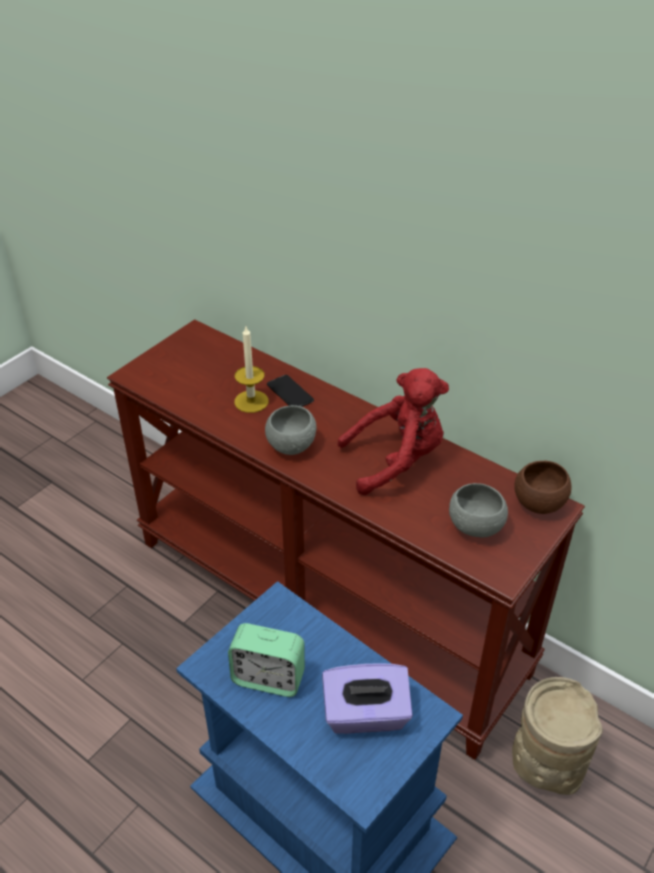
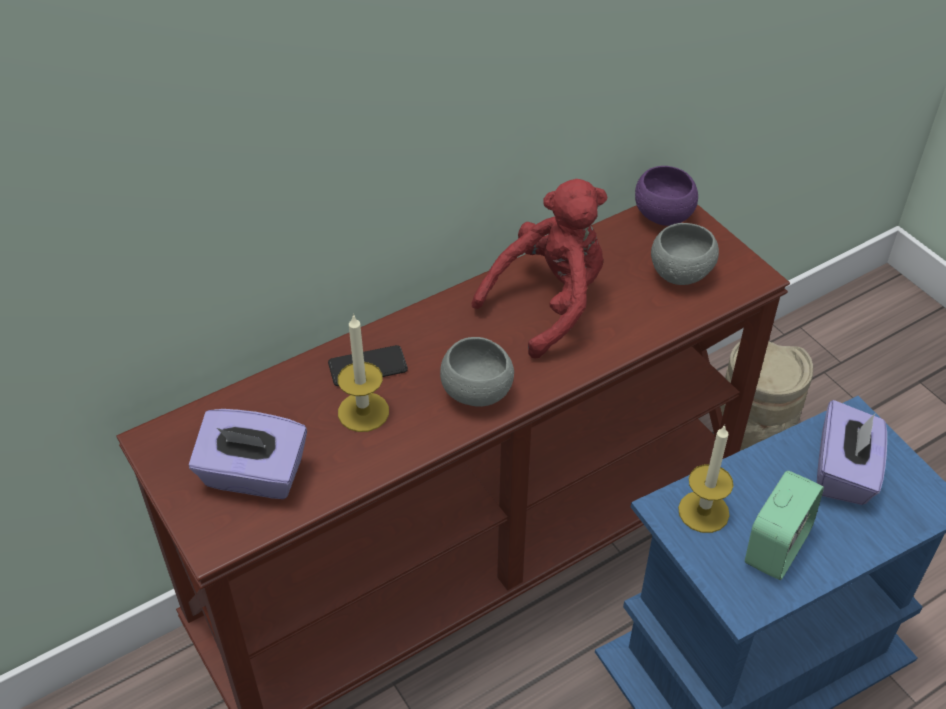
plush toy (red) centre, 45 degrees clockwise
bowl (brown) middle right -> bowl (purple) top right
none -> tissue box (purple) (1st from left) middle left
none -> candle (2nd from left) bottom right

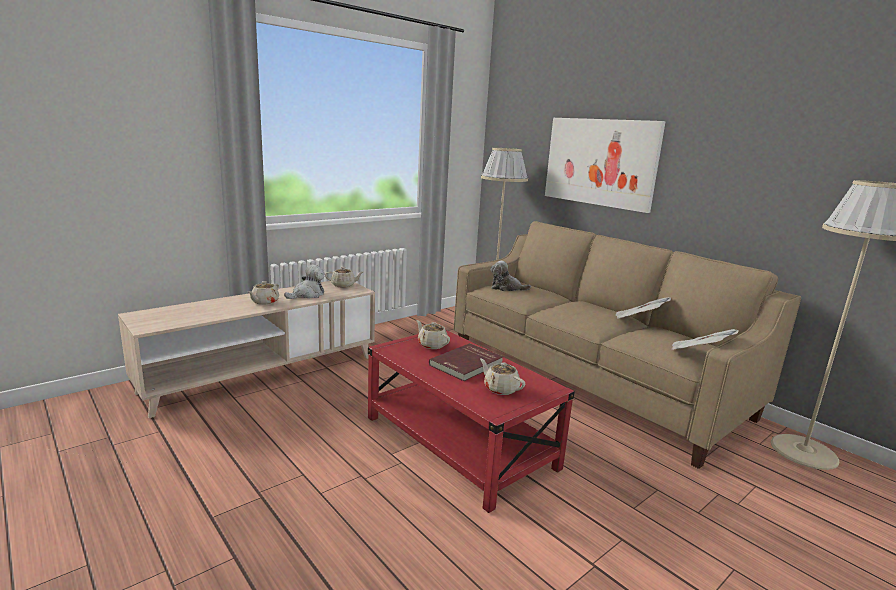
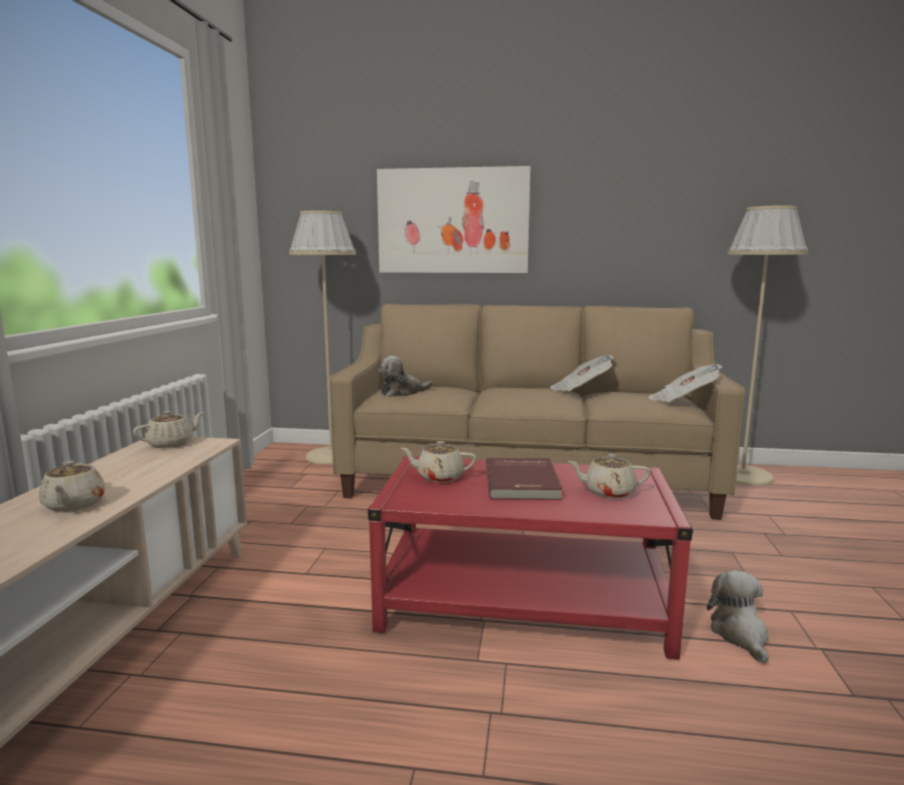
plush toy (1st from left in the first image) centre -> plush toy (2nd from left) bottom right, move

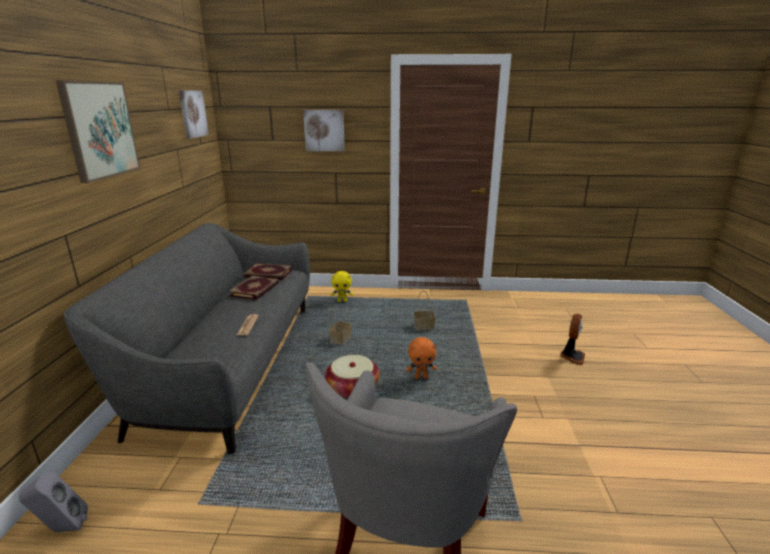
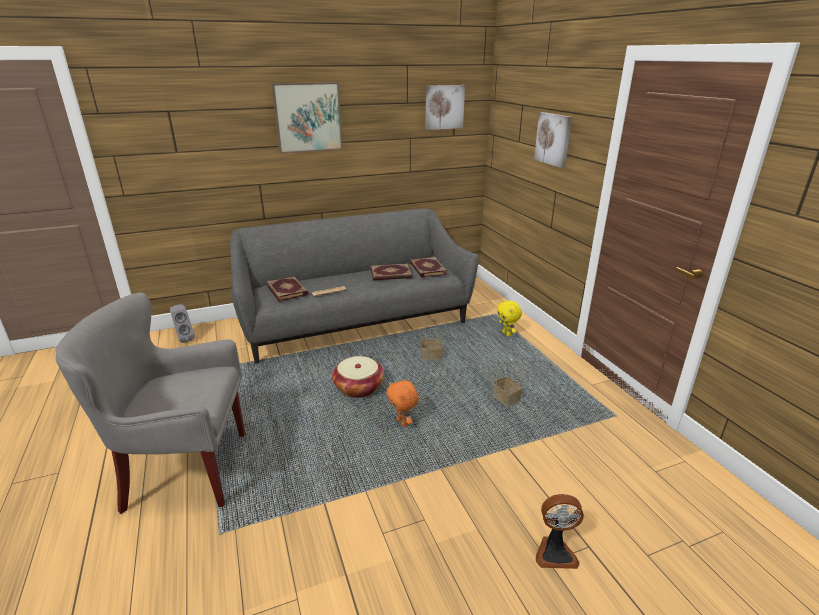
none -> book (1st from left) centre

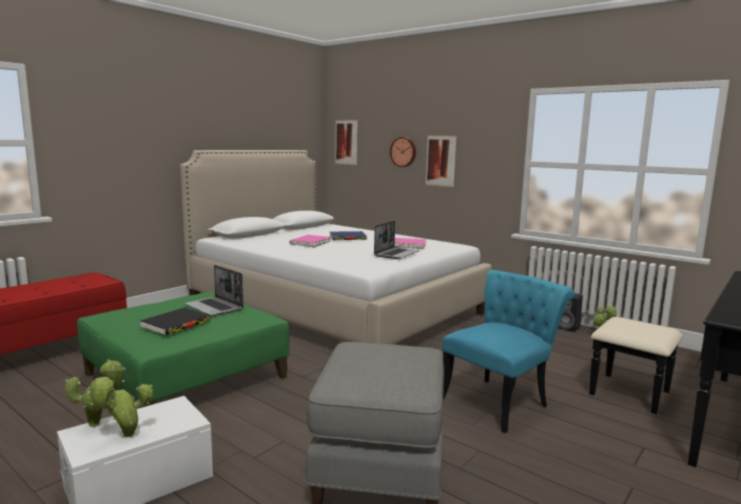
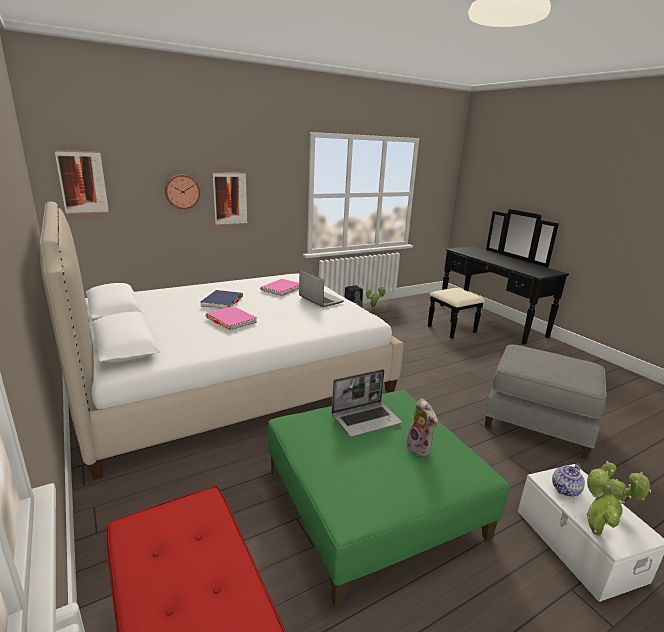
chair (turquoise) bottom right -> none
book (black) middle left -> plush toy bottom centre
none -> teapot bottom right

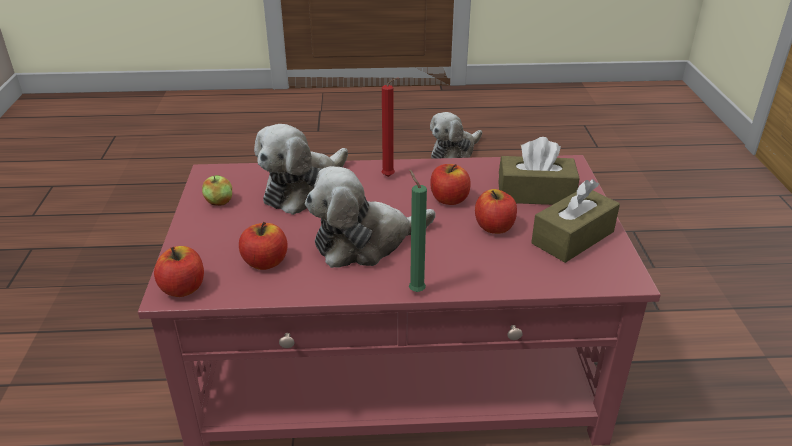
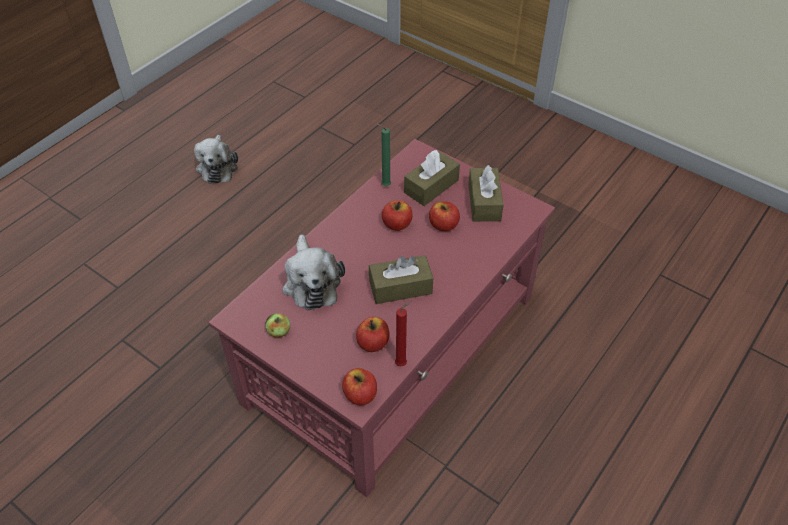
candle (red) top centre -> candle (red) centre, move
plush toy (2nd from left) centre -> tissue box (brown) (1st from left) centre
candle (green) centre -> candle (green) top centre, move

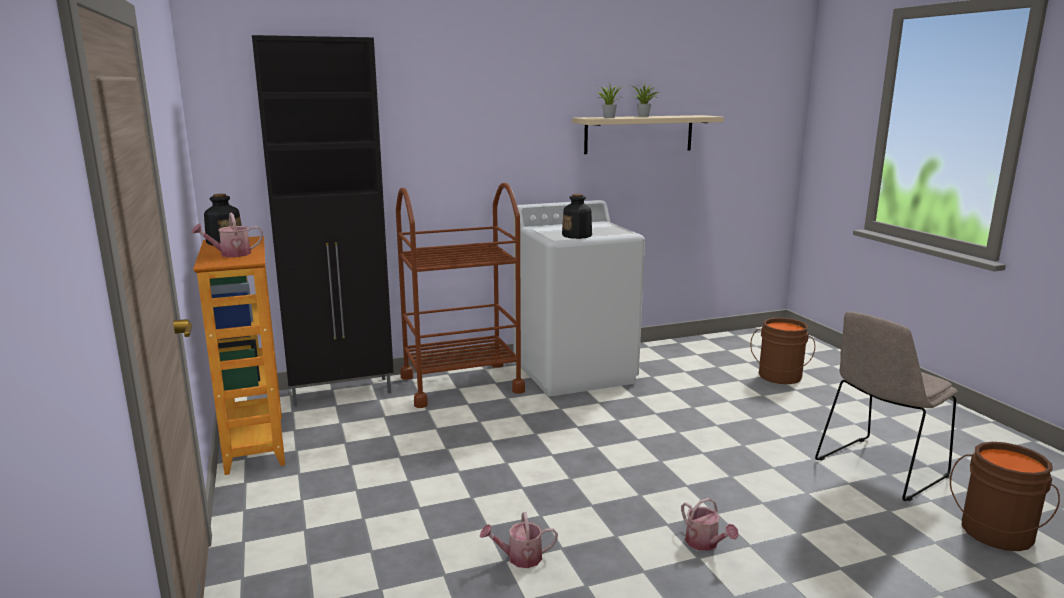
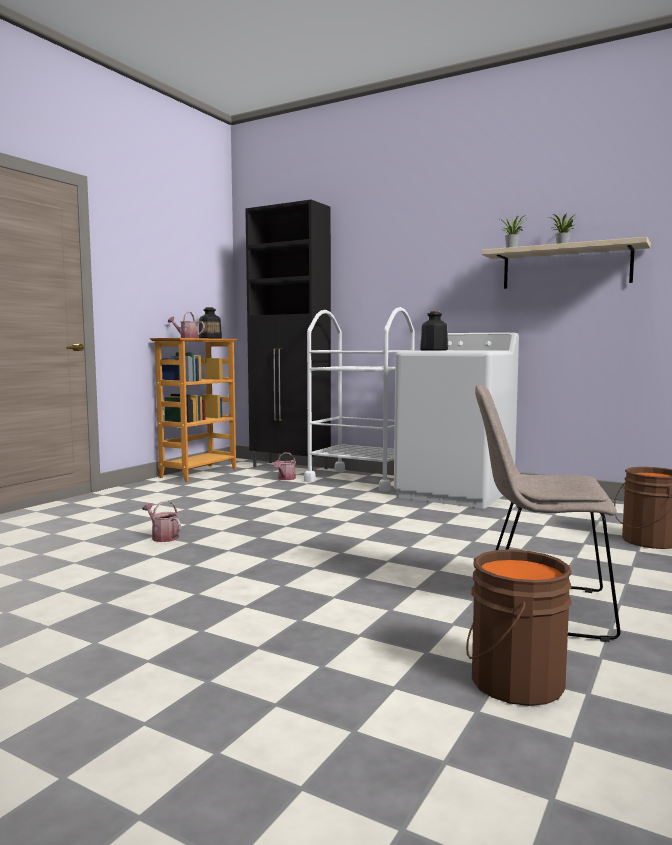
cart (brown) centre -> cart (white) centre
watering can (3rd from left) bottom right -> watering can (3rd from left) centre, move

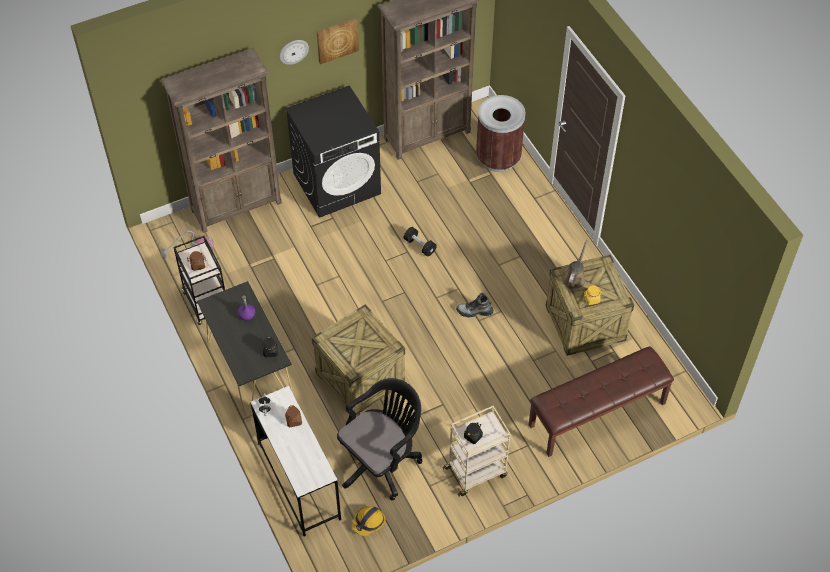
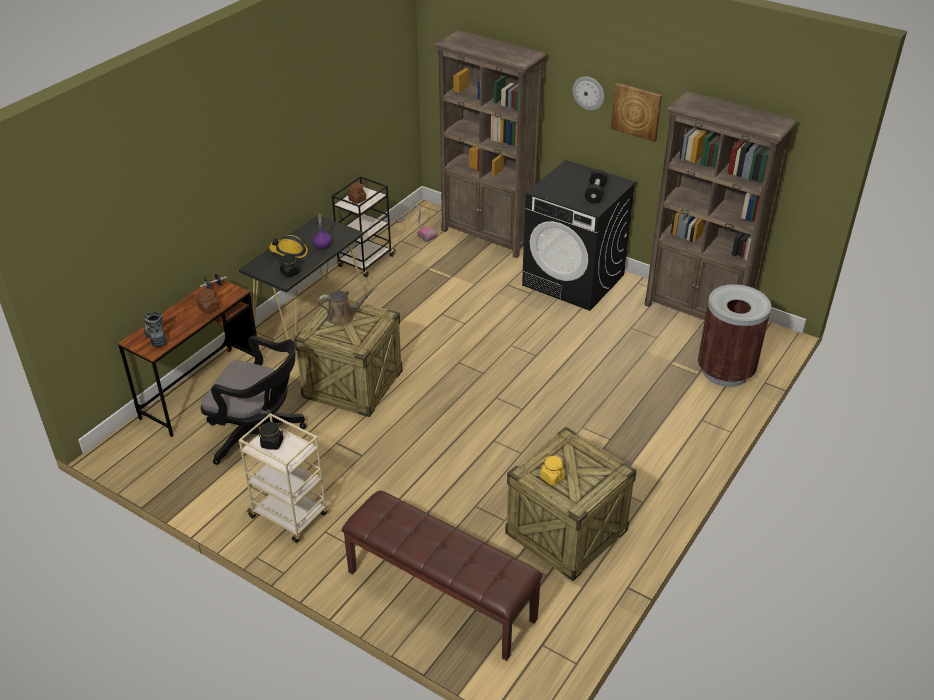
dumbbell (black) (2nd from left) centre -> dumbbell (black) (2nd from left) top centre, move
watering can (brown) middle right -> watering can (brown) centre, move
boot centre -> boot middle left, move
desk (white) bottom centre -> desk (brown) middle left
hard hat bottom centre -> hard hat middle left, move

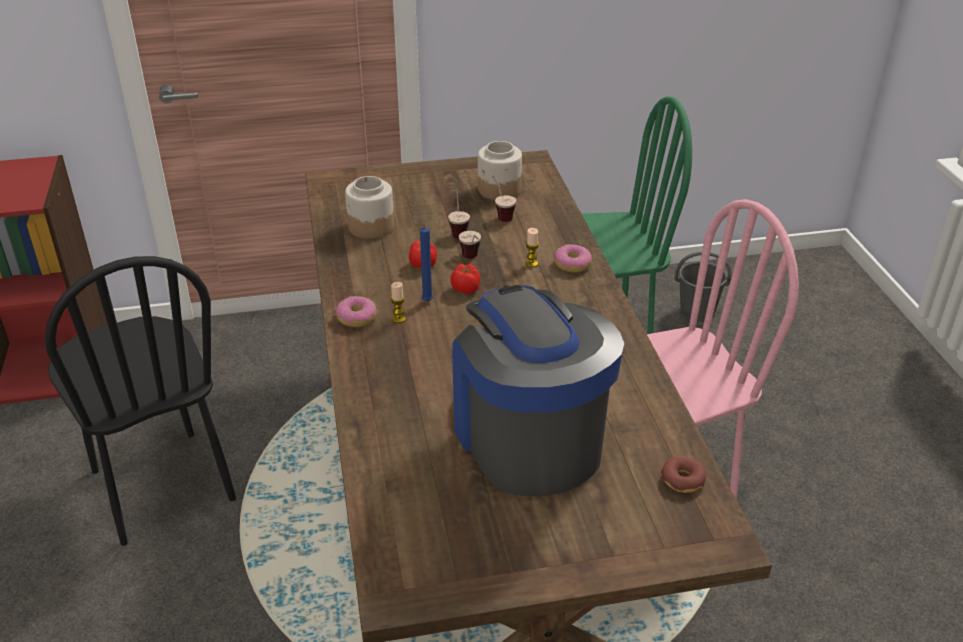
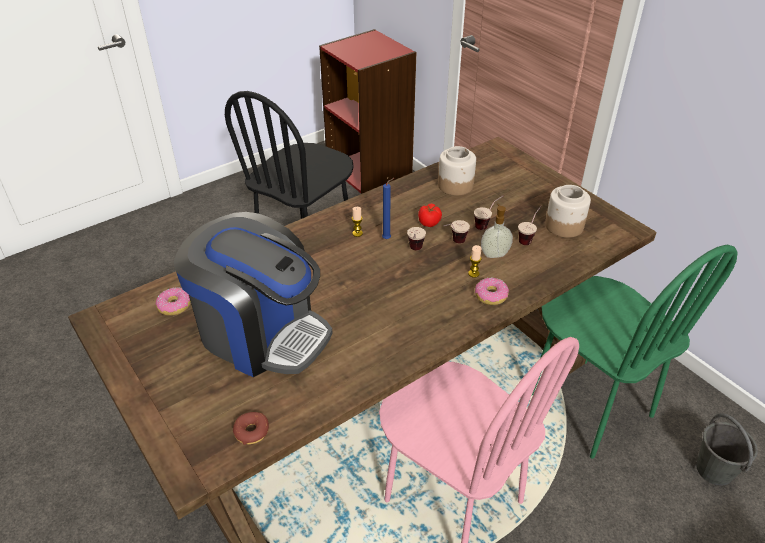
tomato (2nd from left) centre -> cup (1st from left) centre
coffee machine centre -> coffee machine middle left, 75 degrees clockwise
donut (1st from left) centre -> donut (1st from left) middle left, move
none -> soap dispenser centre

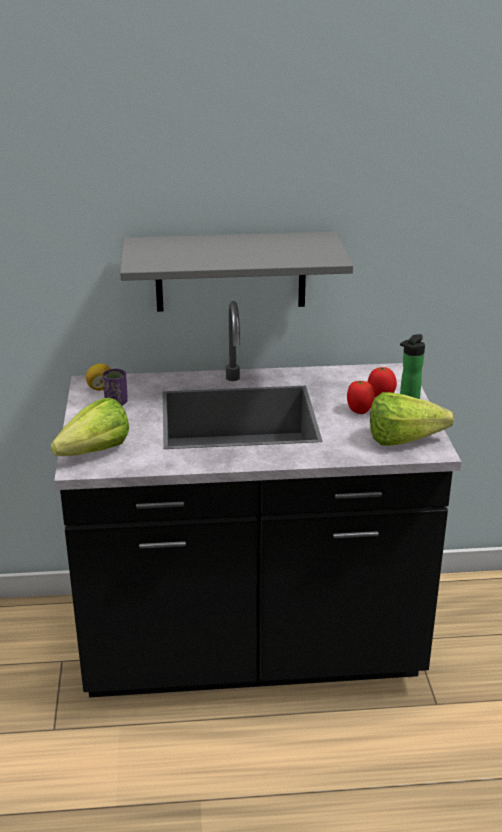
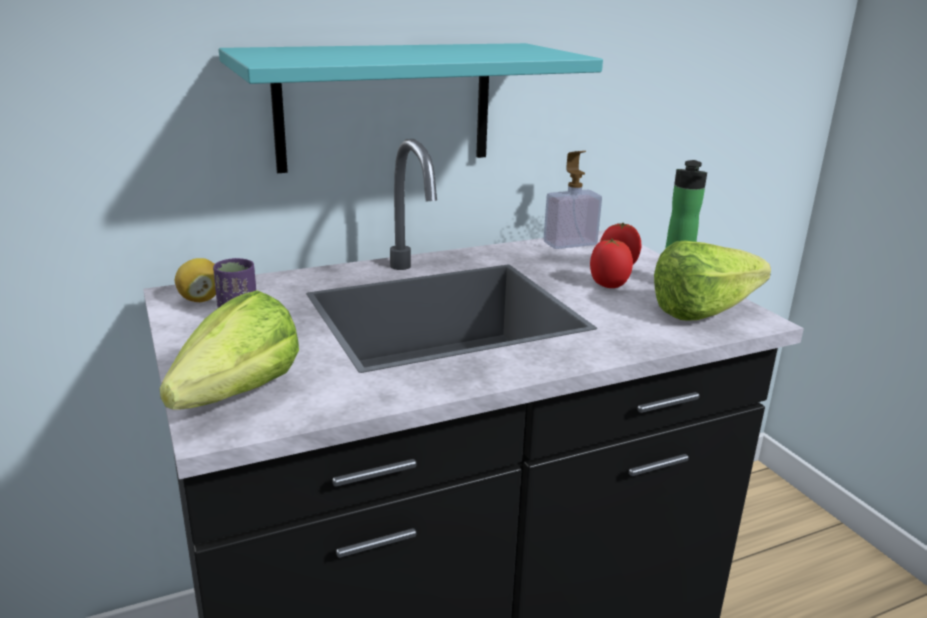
shelf (grey) top centre -> shelf (turquoise) top centre
none -> soap dispenser top centre

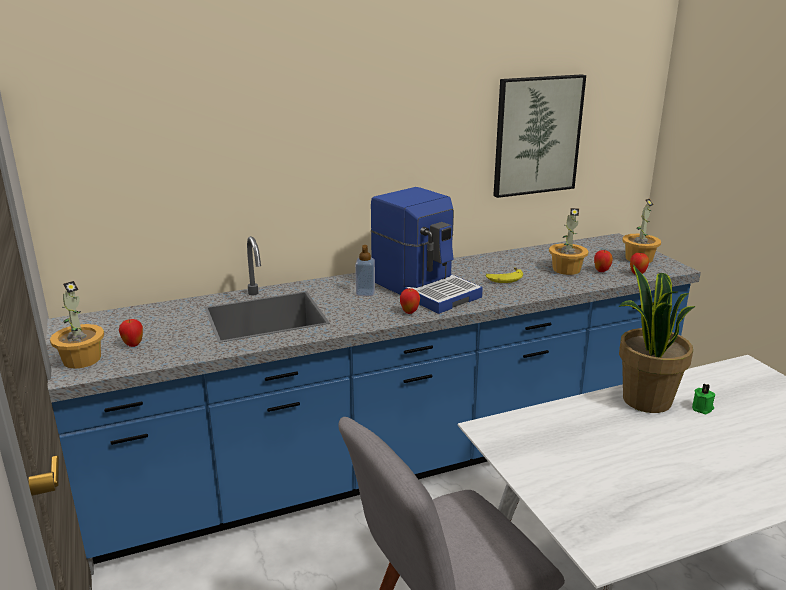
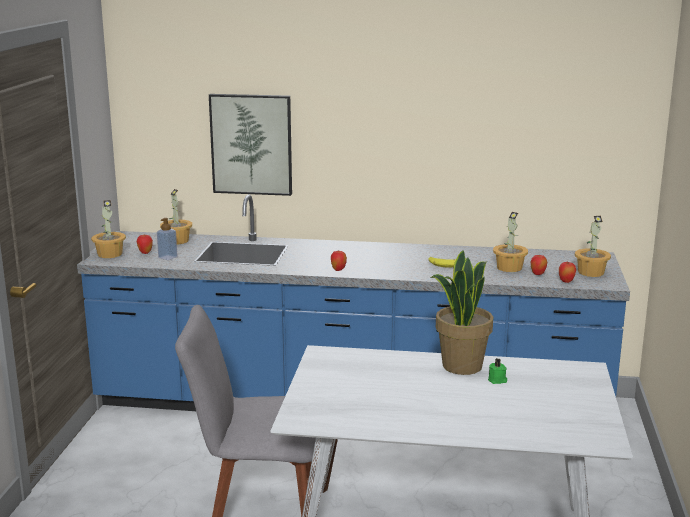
picture top right -> picture top centre, move
coffee machine centre -> none
soap dispenser centre -> soap dispenser middle left, move
none -> potted plant (2nd from left) middle left

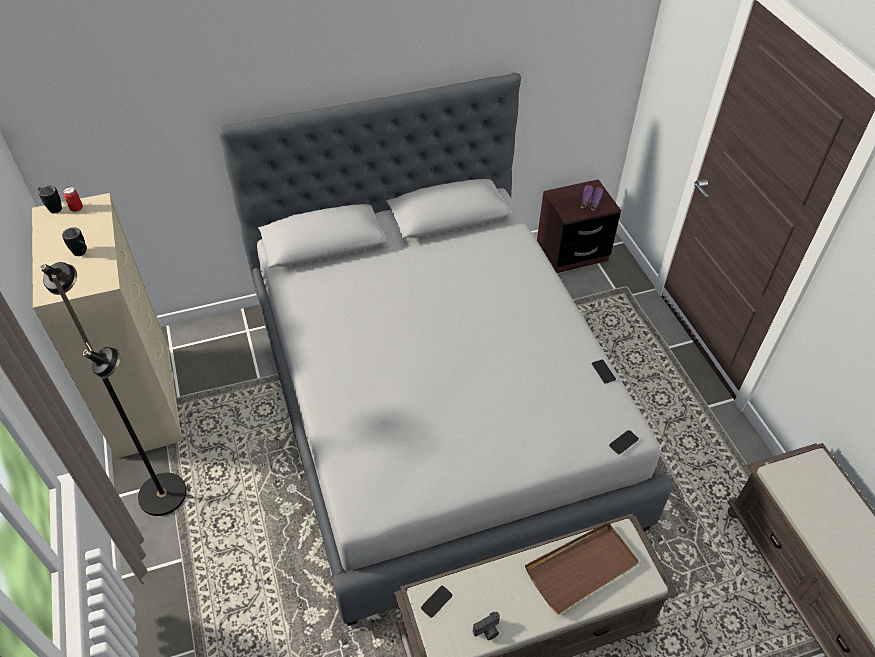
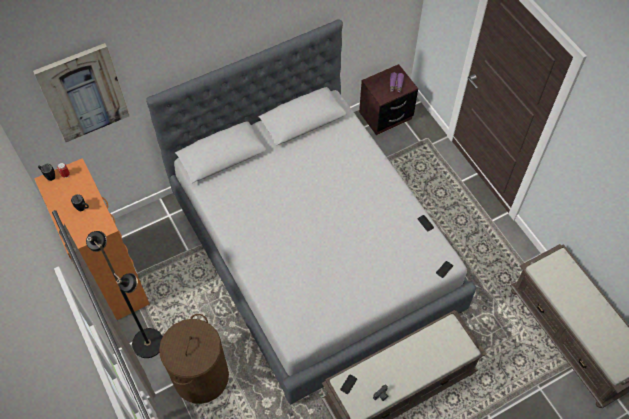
dresser (beige) middle left -> dresser (orange) middle left
tray (brown) bottom centre -> none
none -> picture top left
none -> laundry basket (brown) bottom left

